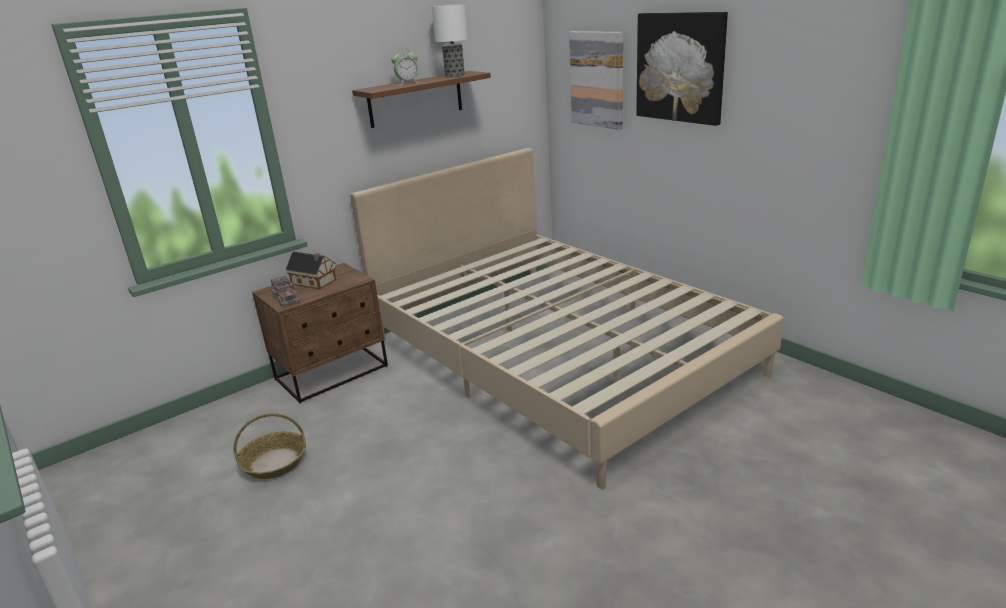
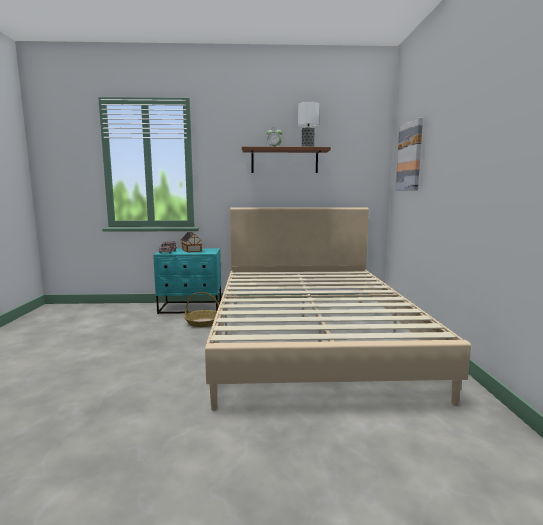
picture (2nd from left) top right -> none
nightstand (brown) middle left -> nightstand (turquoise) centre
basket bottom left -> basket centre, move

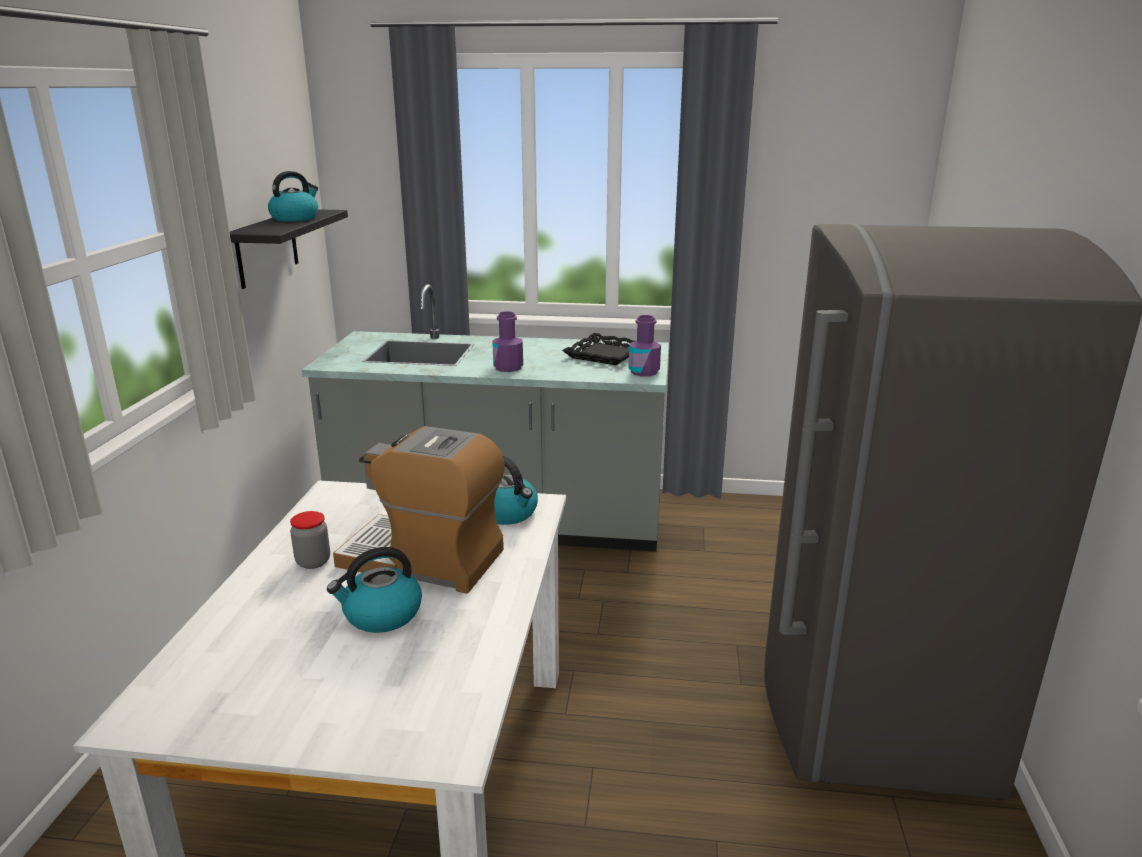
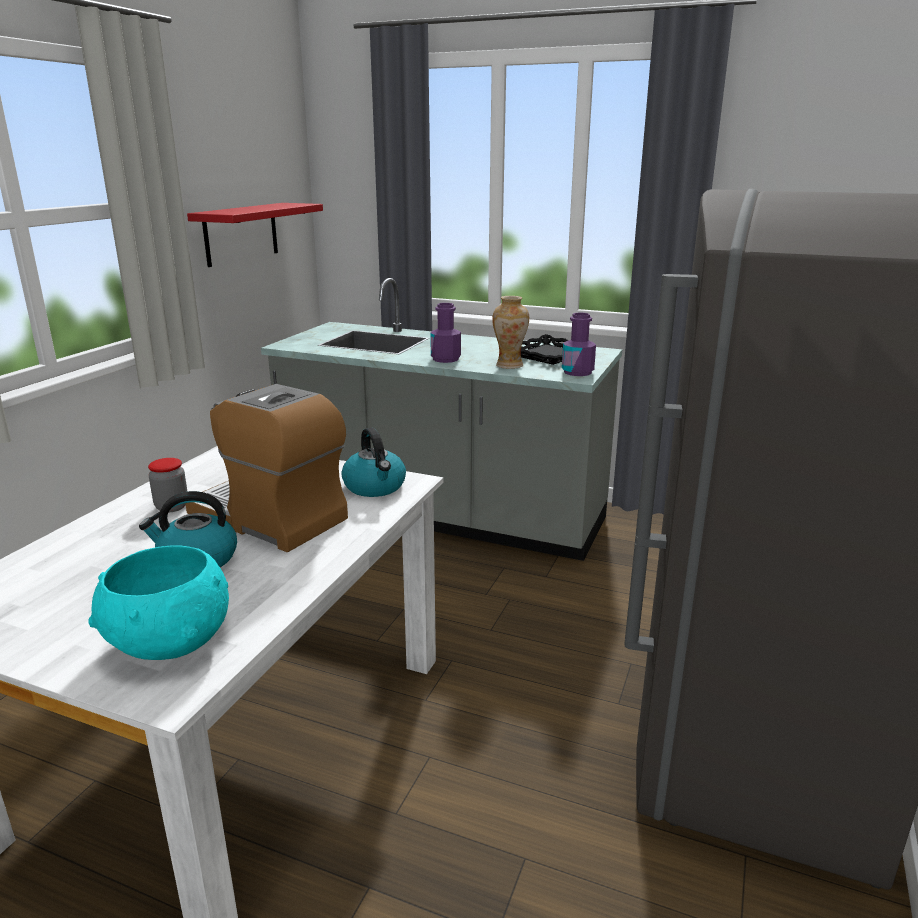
kettle (1st from left) top left -> none
shelf (black) top left -> shelf (red) top left
none -> vase centre
none -> bowl (turquoise) middle left

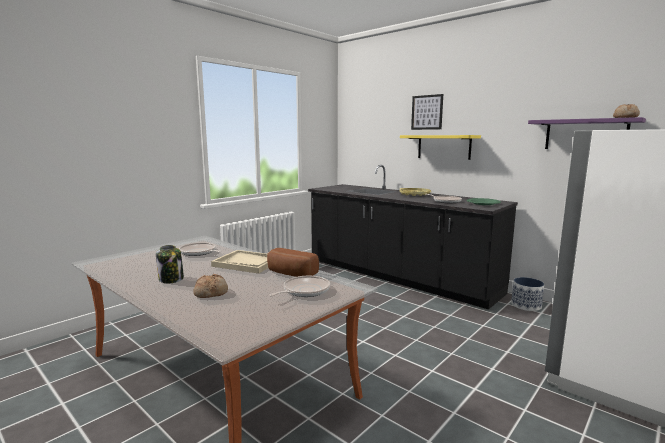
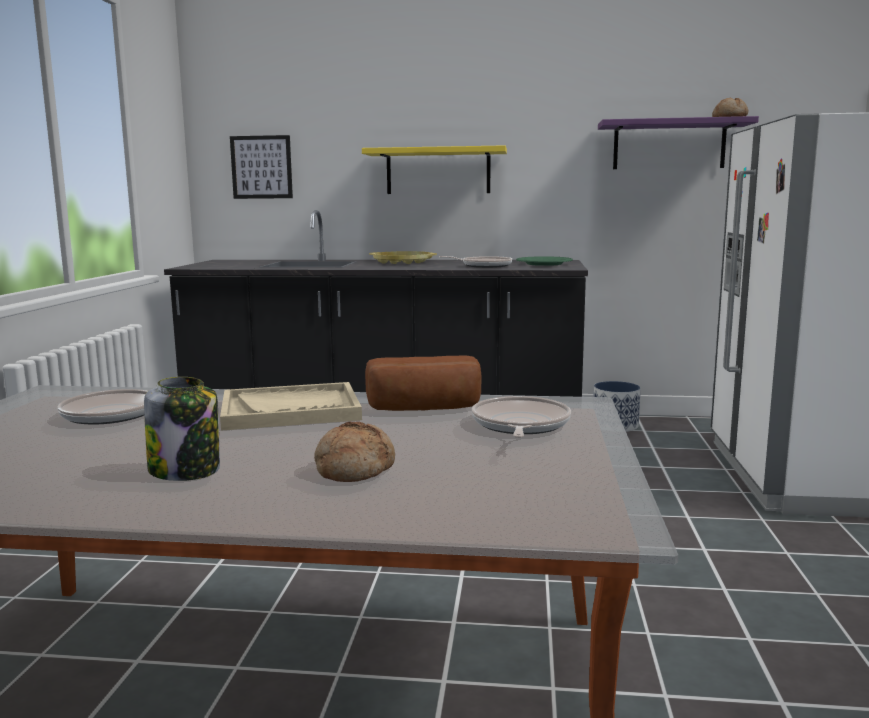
picture top centre -> picture top left, move

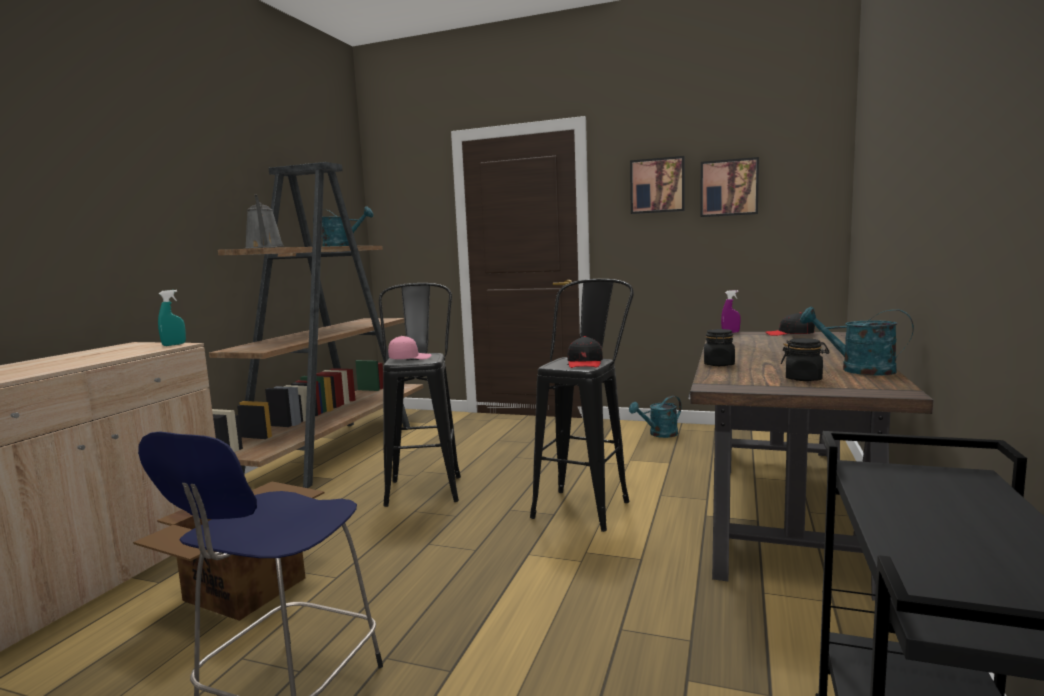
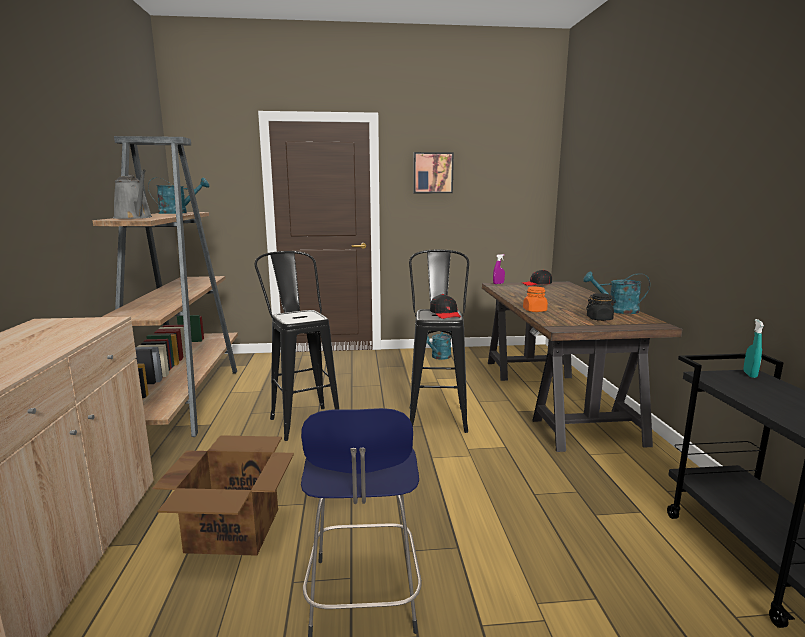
picture (2nd from left) top right -> none
spray bottle (turquoise) middle left -> spray bottle (turquoise) middle right, move
jar (black) (1st from left) middle right -> jar (orange) centre
cap (pink) centre -> none

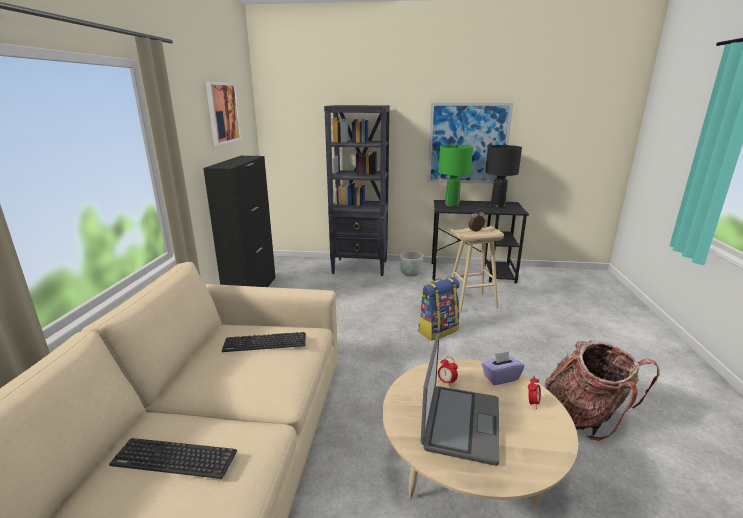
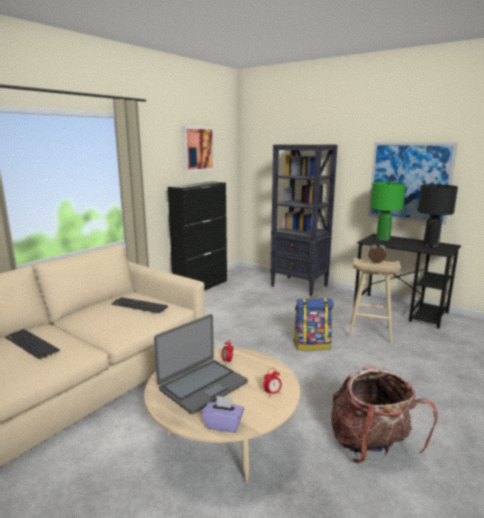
planter (grey) centre -> none
tissue box (purple) bottom right -> tissue box (purple) bottom centre, move

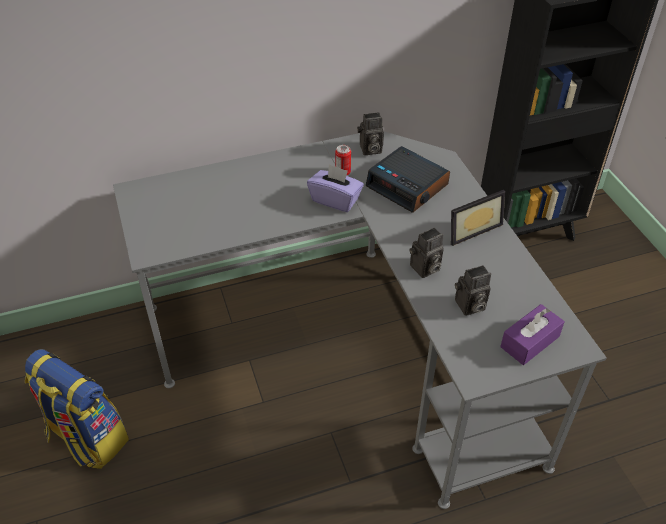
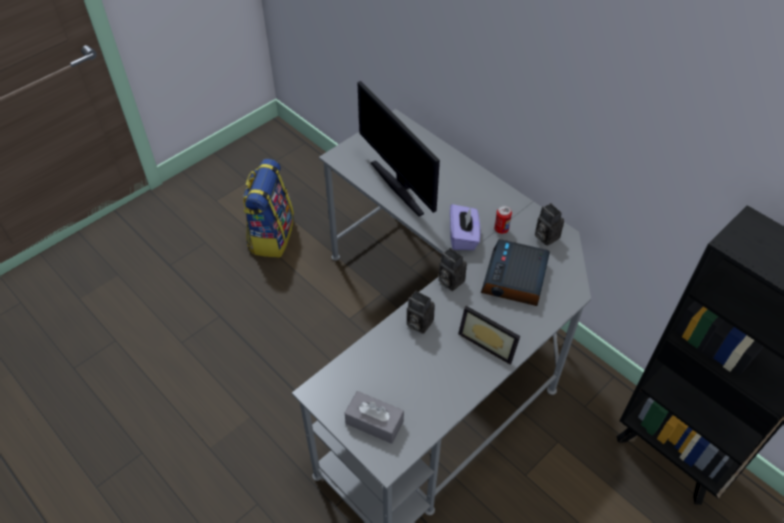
photo camera (3rd from left in the first image) middle right -> photo camera (2nd from left) centre, move
tissue box (purple) (2nd from left) middle right -> tissue box (grey) bottom centre
none -> monitor top centre

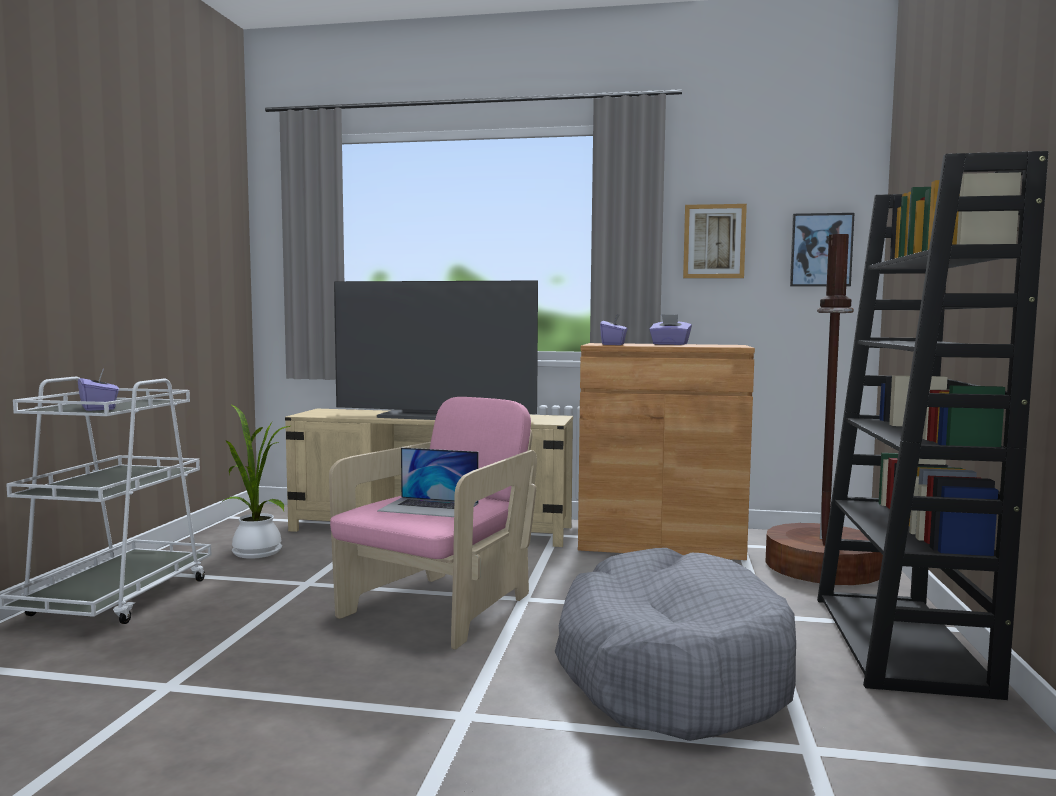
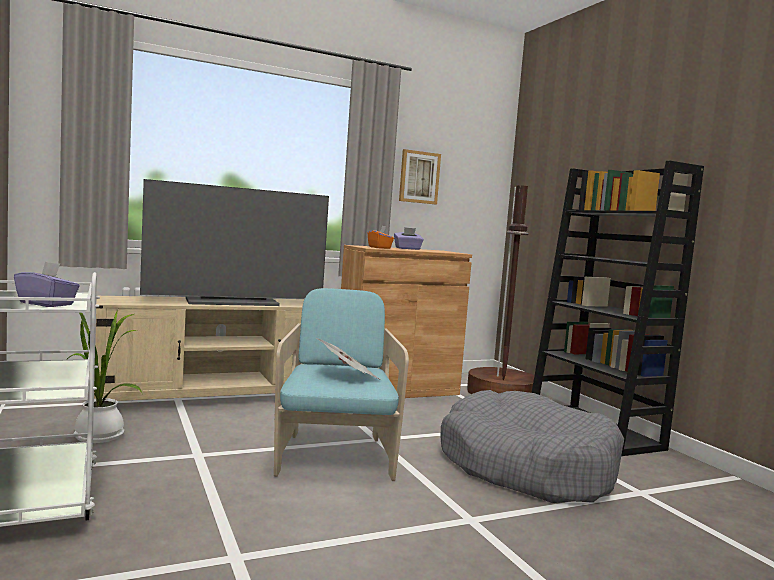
picture (2nd from left) top right -> none
tissue box (purple) (2nd from left) centre -> tissue box (orange) centre
armchair (pink) centre -> armchair (turquoise) centre
laptop centre -> newspaper centre

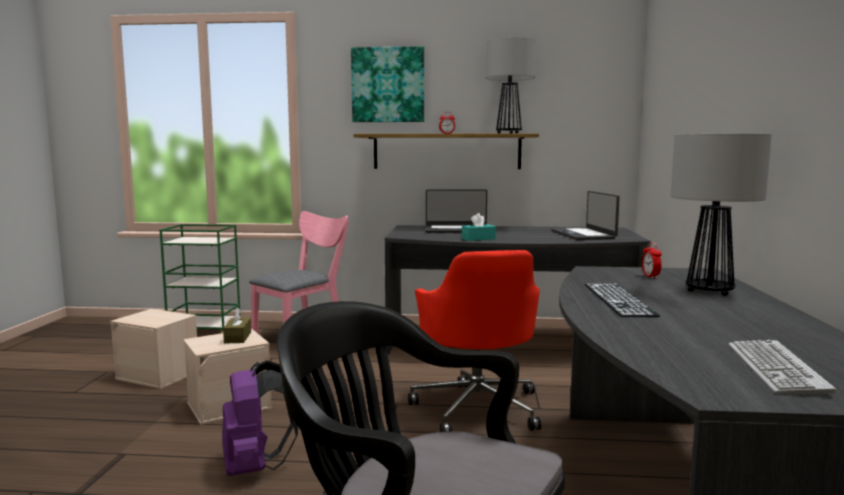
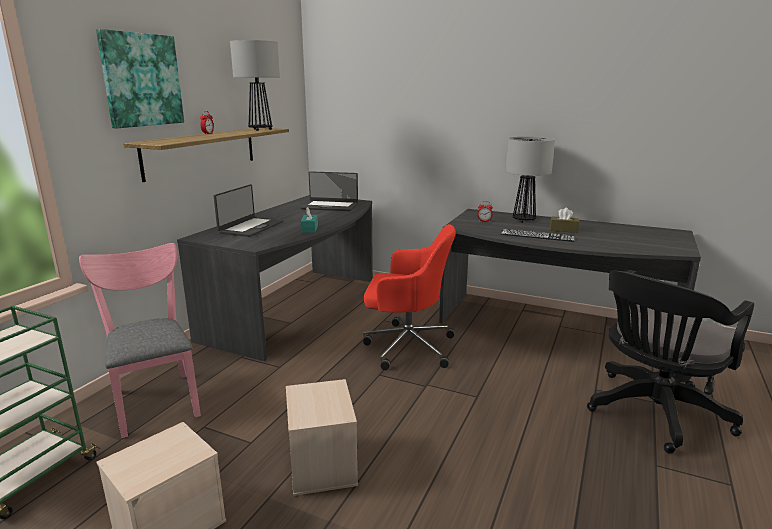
tissue box (brown) middle left -> tissue box (brown) middle right, move
keyboard (2nd from left) bottom right -> none
backpack (purple) bottom left -> none

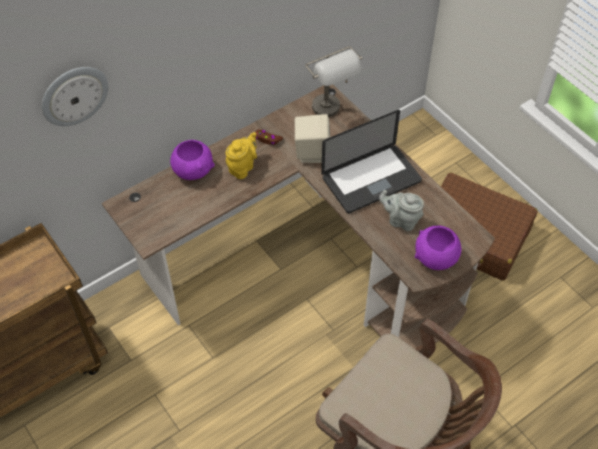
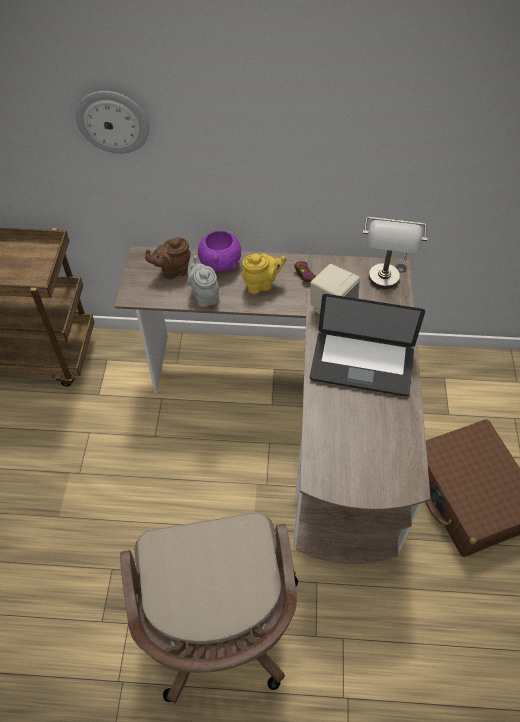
teapot (grey) middle right -> teapot (grey) centre, move
bowl (purple) (2nd from left) middle right -> none
none -> teapot (brown) middle left

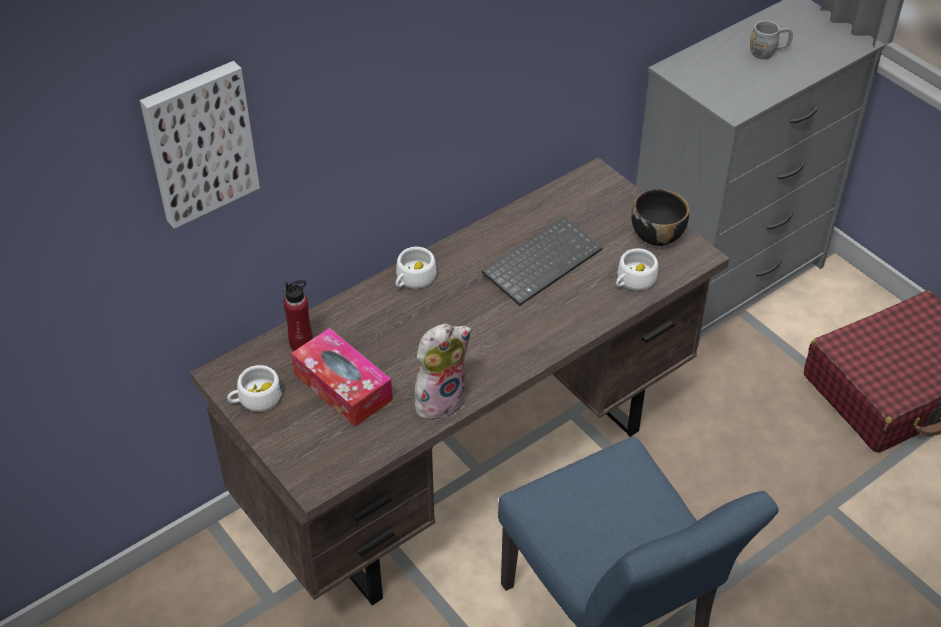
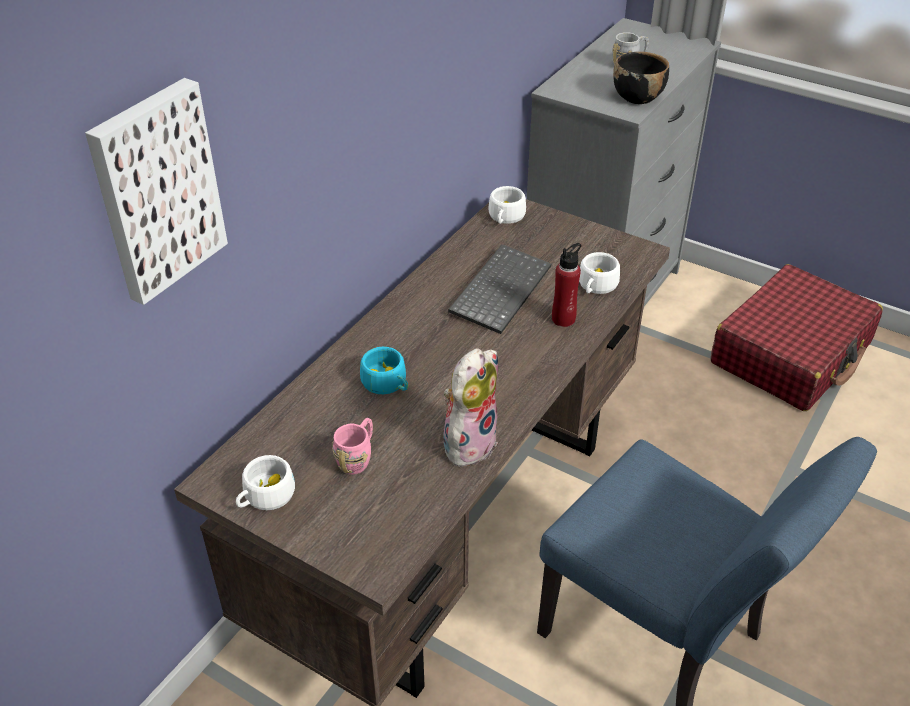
bowl (black) middle right -> bowl (black) top right, move
cup (white) (2nd from left) centre -> cup (white) (2nd from left) top centre, move
bottle (red) middle left -> bottle (red) centre, move
tissue box centre -> mug (pink) centre
none -> cup (turquoise) centre

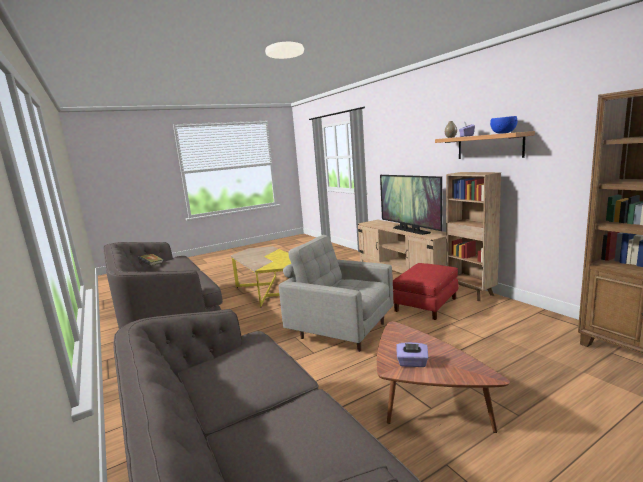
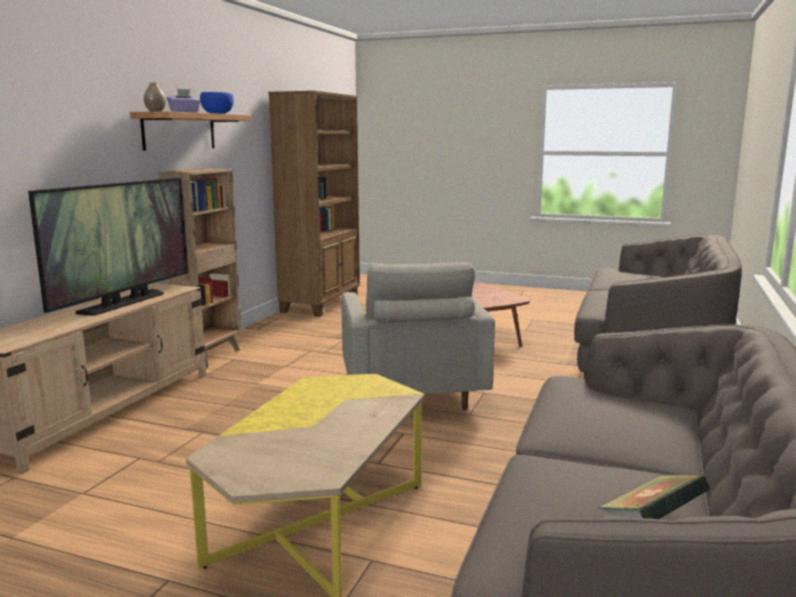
ottoman (red) centre -> none
tissue box (purple) (1st from left) bottom centre -> none

